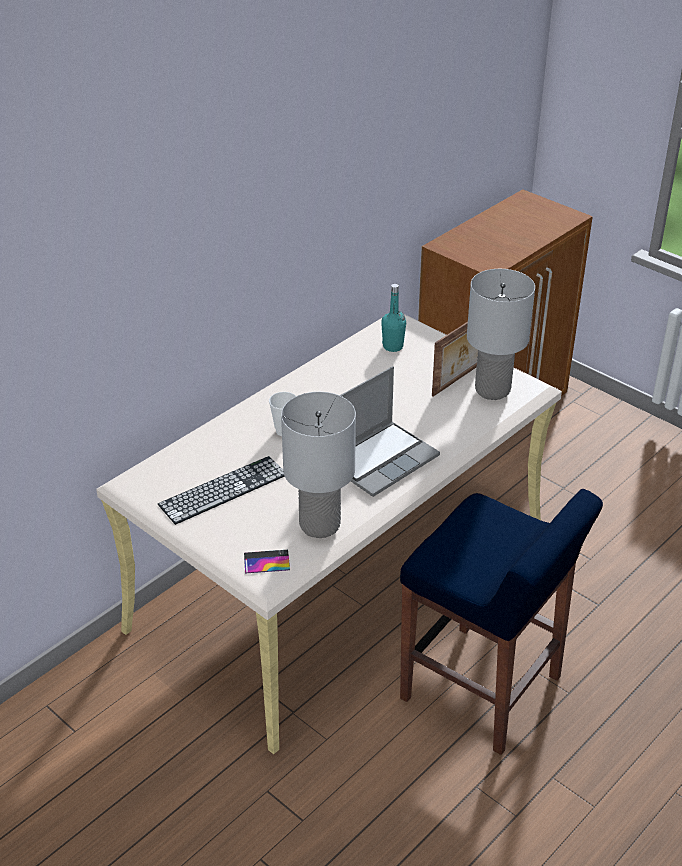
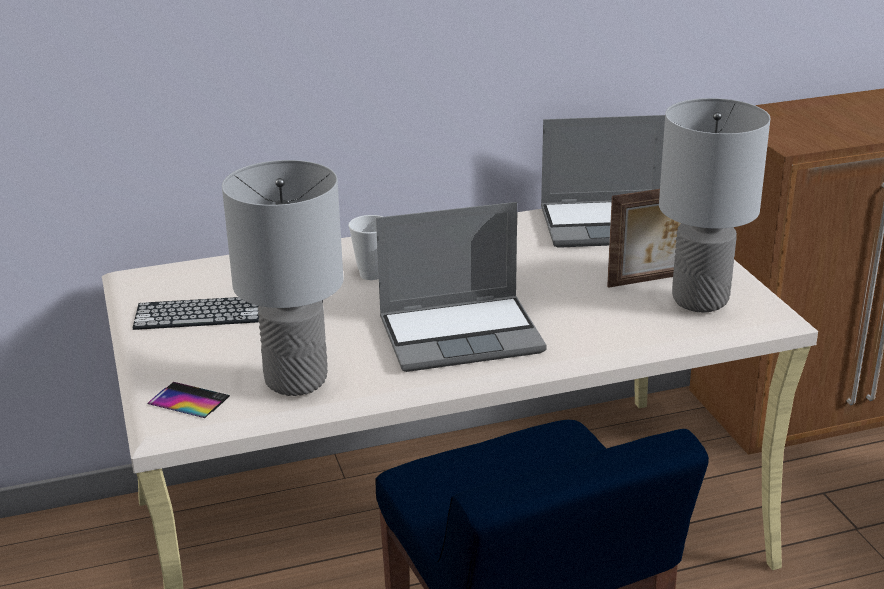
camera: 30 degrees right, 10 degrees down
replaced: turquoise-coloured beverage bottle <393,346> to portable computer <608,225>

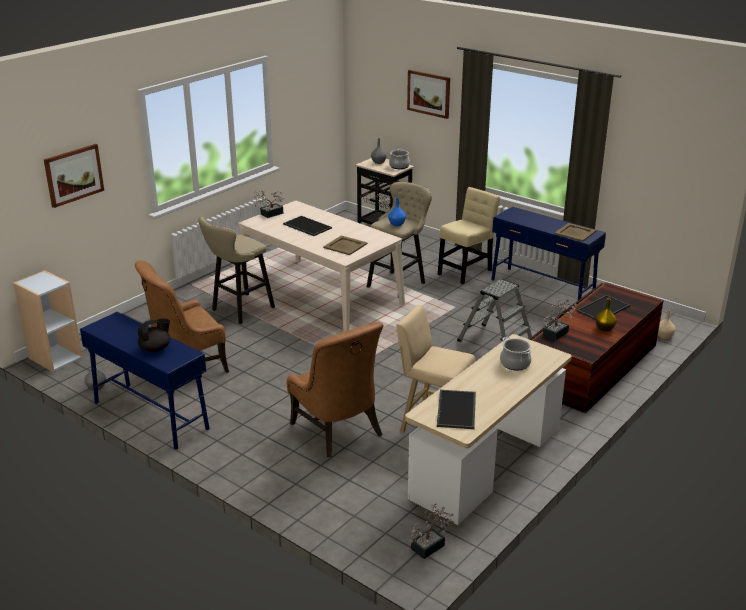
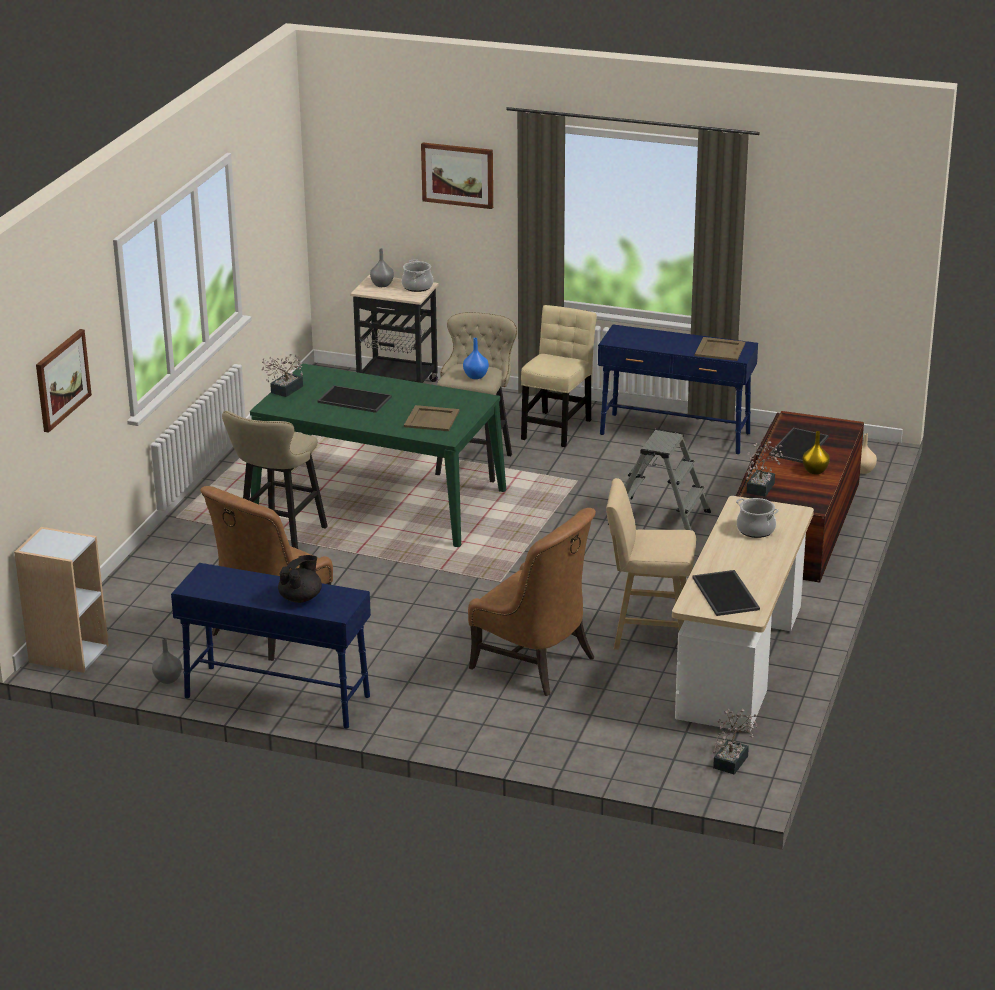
camera: 20 degrees left, 0 degrees up
recoloured: sand-coloured dinner table <320,296> to green-coloured dinner table <379,499>

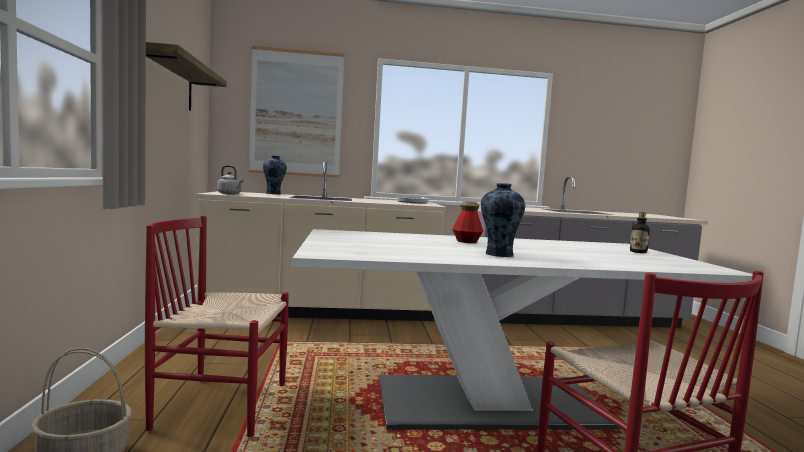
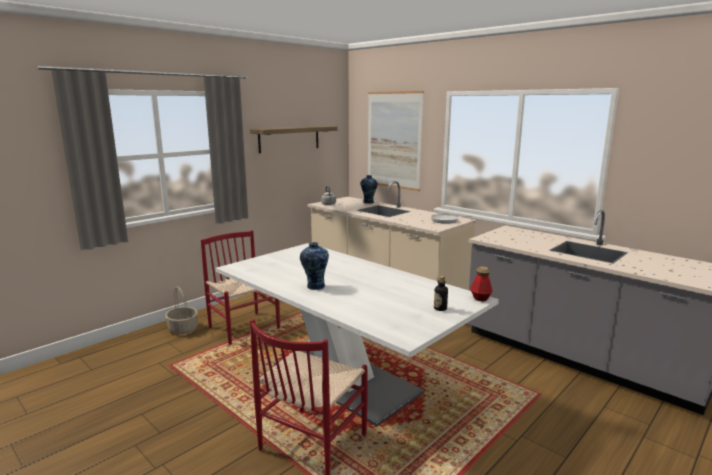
camera: 50 degrees right, 10 degrees up
moved: beverage bottle <466,241> to <480,298>

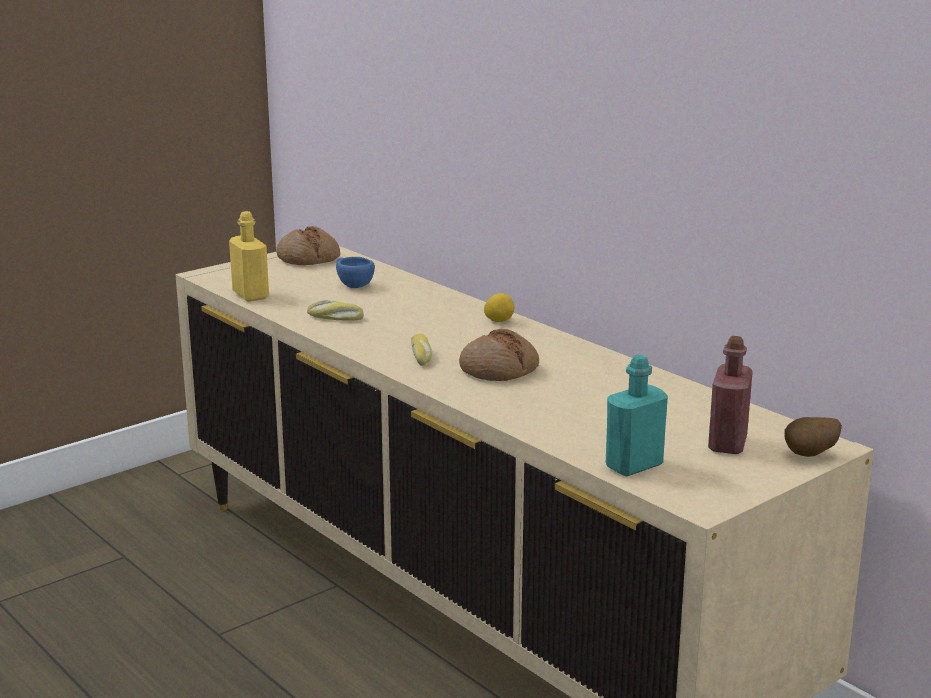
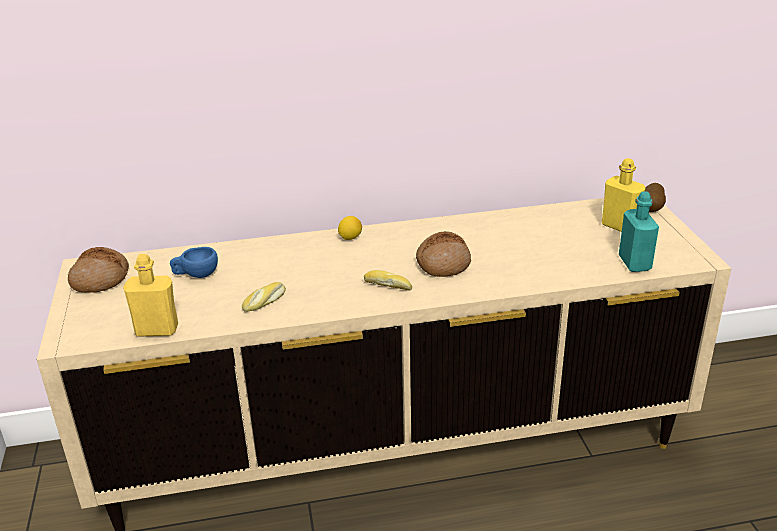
camera: 60 degrees left, 10 degrees up
recoloured: red-coloured beverage bottle <727,443> to yellow beverage bottle <619,226>

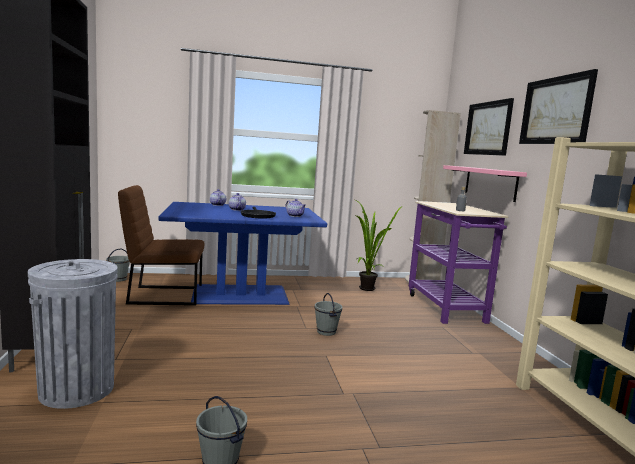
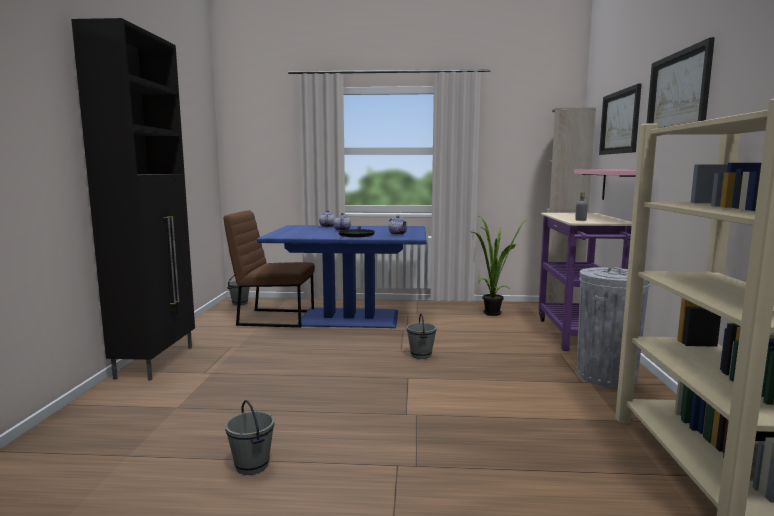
camera: 15 degrees right, 0 degrees up
moved: grey trash can <77,389> to <606,375>

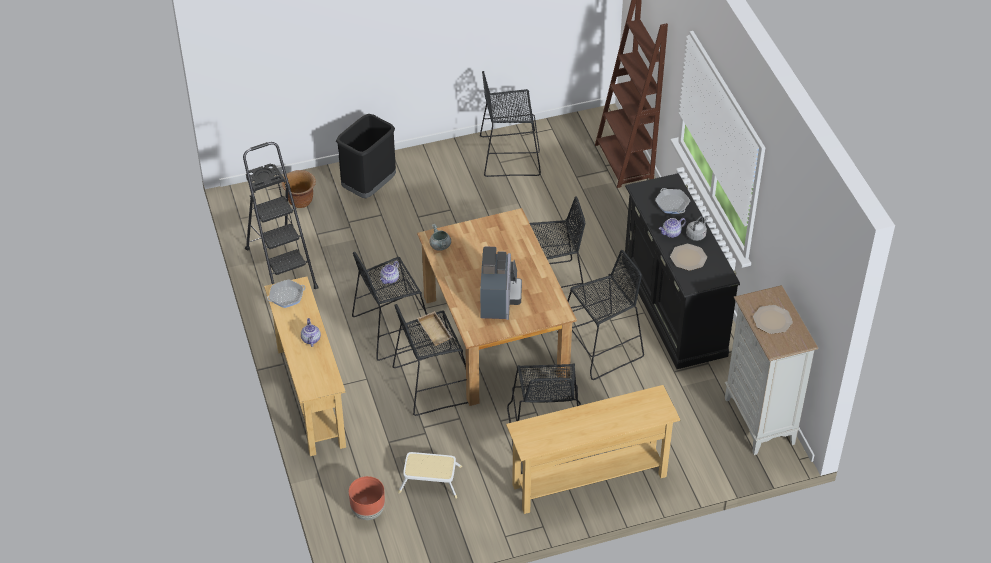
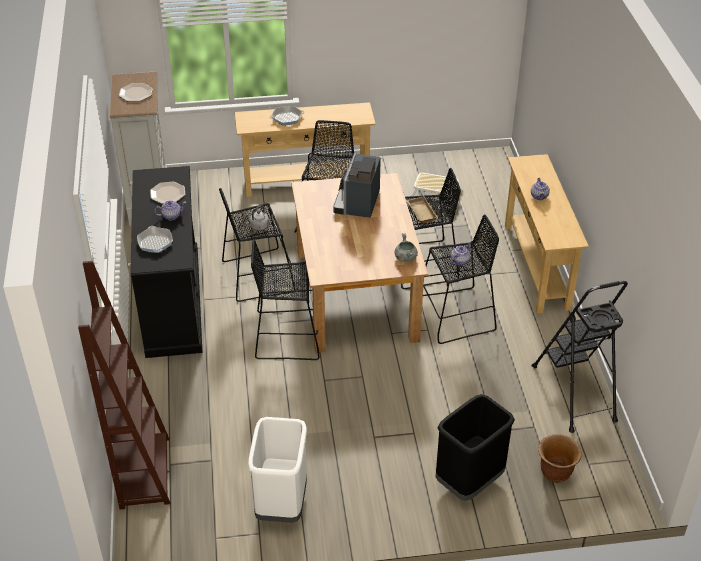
camera: 170 degrees left, 5 degrees down
removed: brown planter <368,512>
moved: grey water kettle <696,234> to <258,227>; pan <286,296> to <287,118>
replaced: black-coloured stool <510,155> to whitish trash can <282,504>

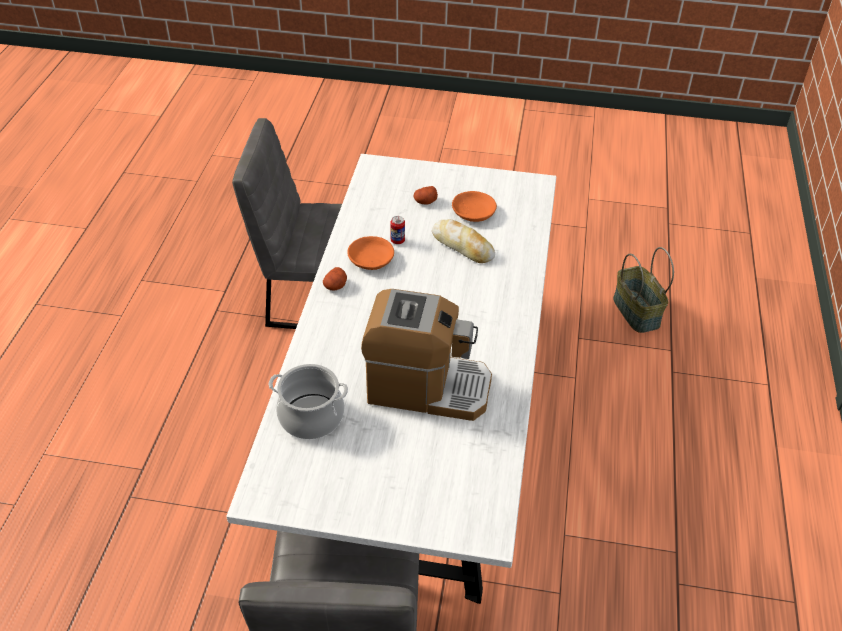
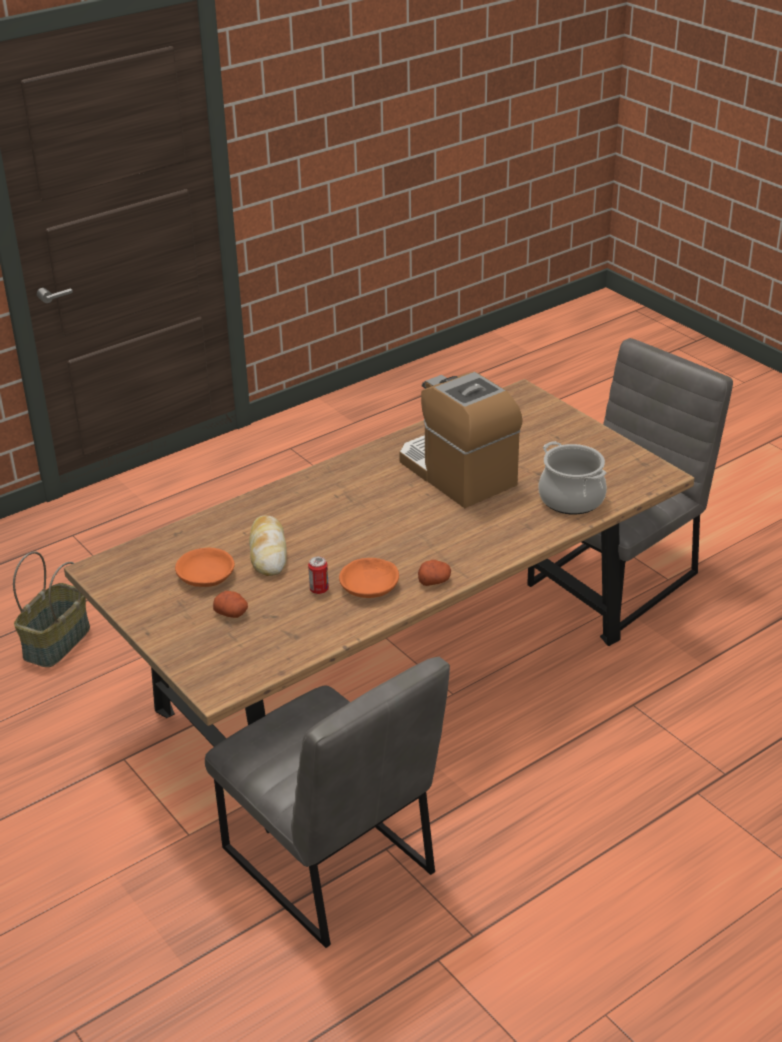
camera: 135 degrees left, 10 degrees down
recoloured: whitish dinner table <417,426> to brown dinner table <394,674>

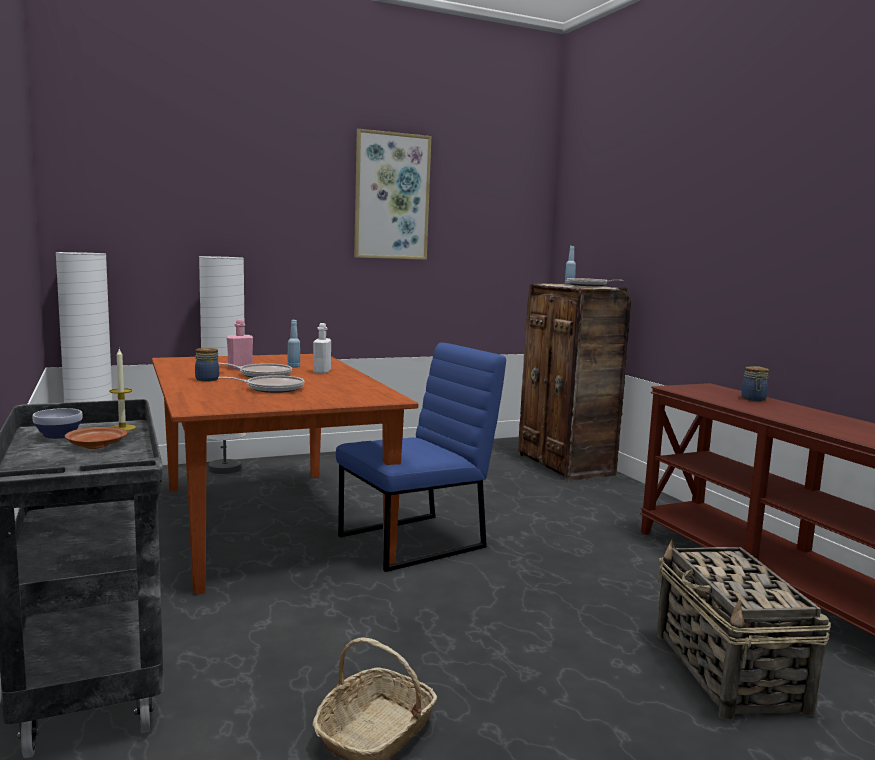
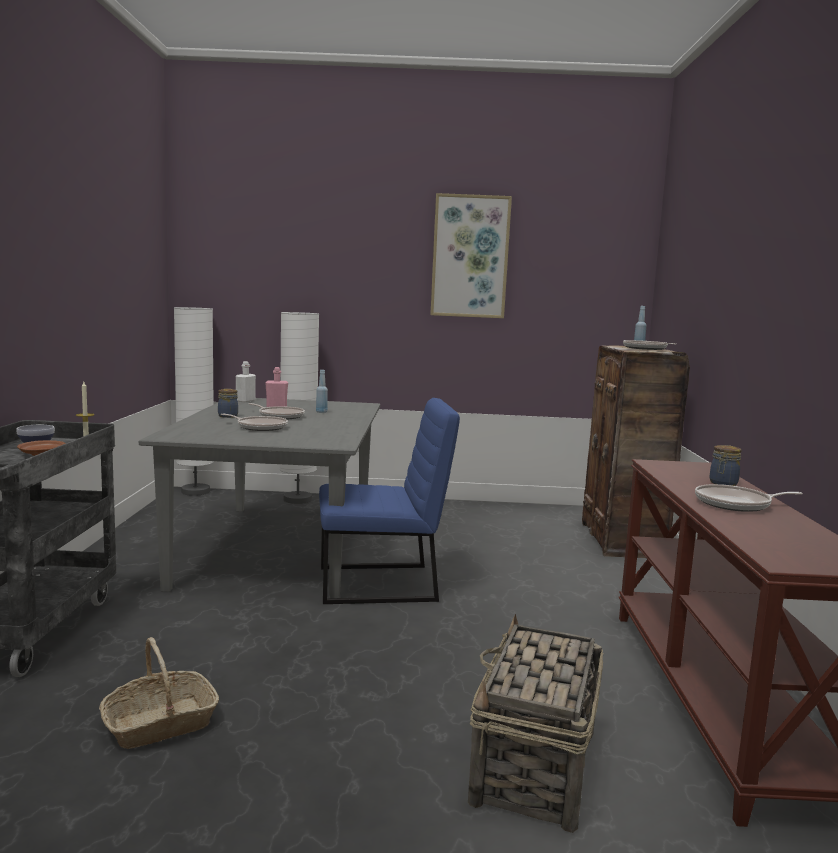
camera: 25 degrees right, 0 degrees up
added: pan <736,504>
moved: whitish beverage bottle <322,371> to <245,401>
recoloured: brown dinner table <267,522> to grey dinner table <278,547>

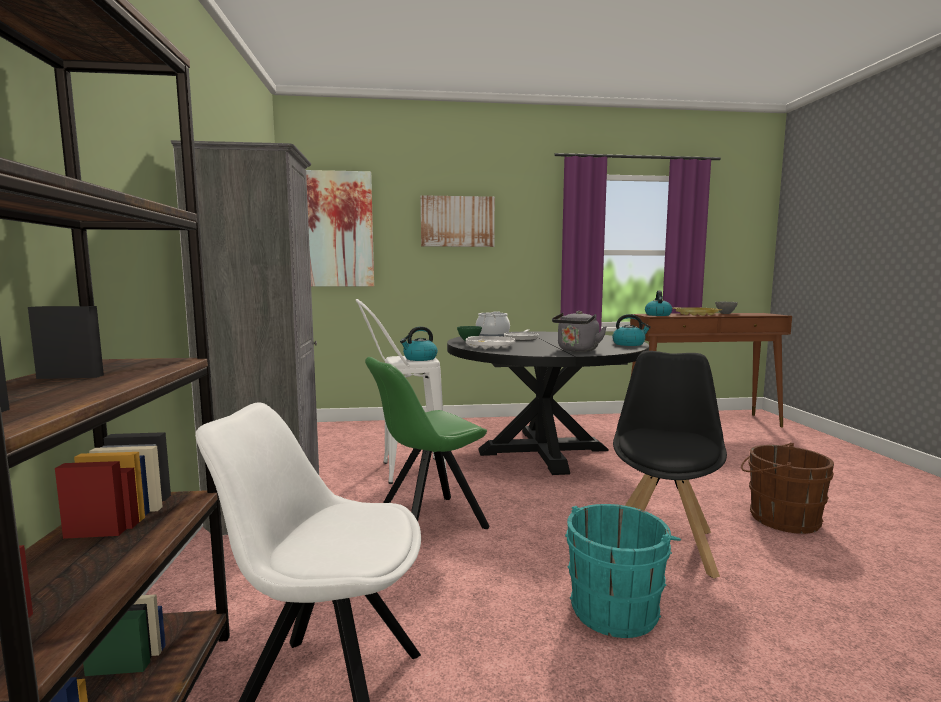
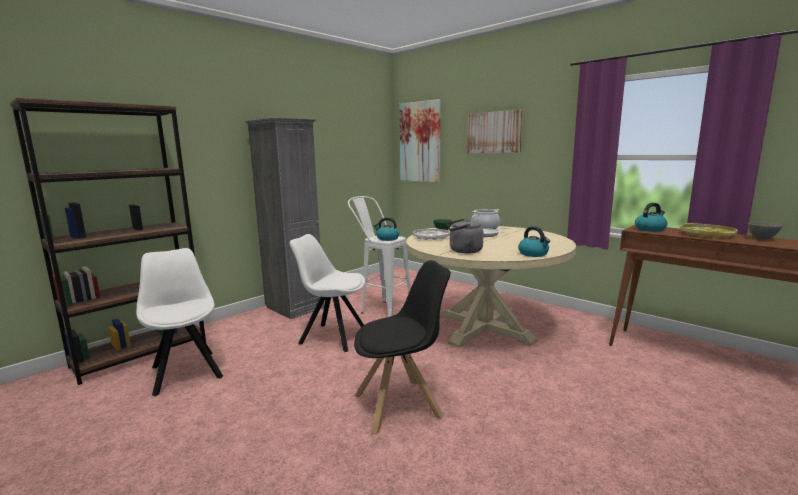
camera: 50 degrees right, 5 degrees up
removed: turquoise-coloured bucket <616,607>; brown bucket <779,518>
recoloured: green-coloured plain chair <429,522> to whitish plain chair <333,337>; black-coloured dinner table <543,450> to sand-coloured dinner table <484,327>

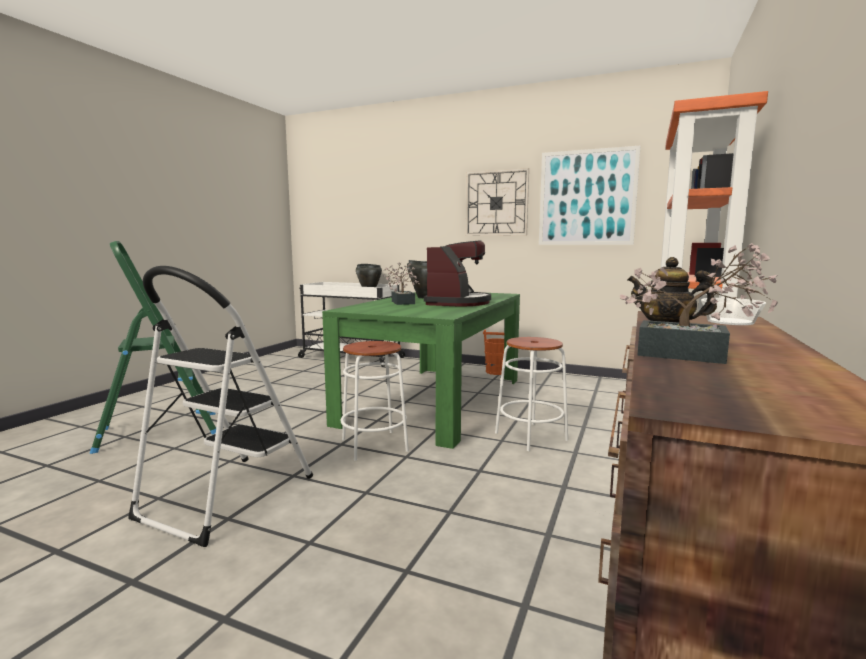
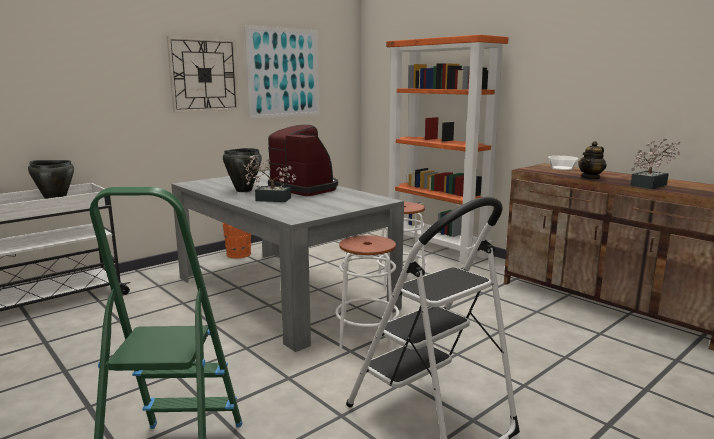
camera: 65 degrees left, 5 degrees up
recoloured: green-coloured dinner table <435,400> to grey dinner table <282,292>

